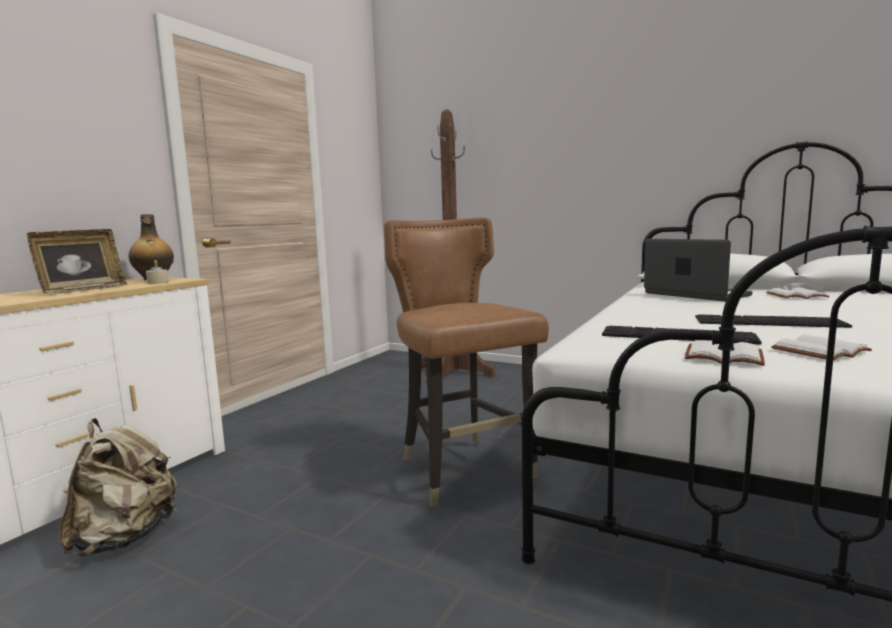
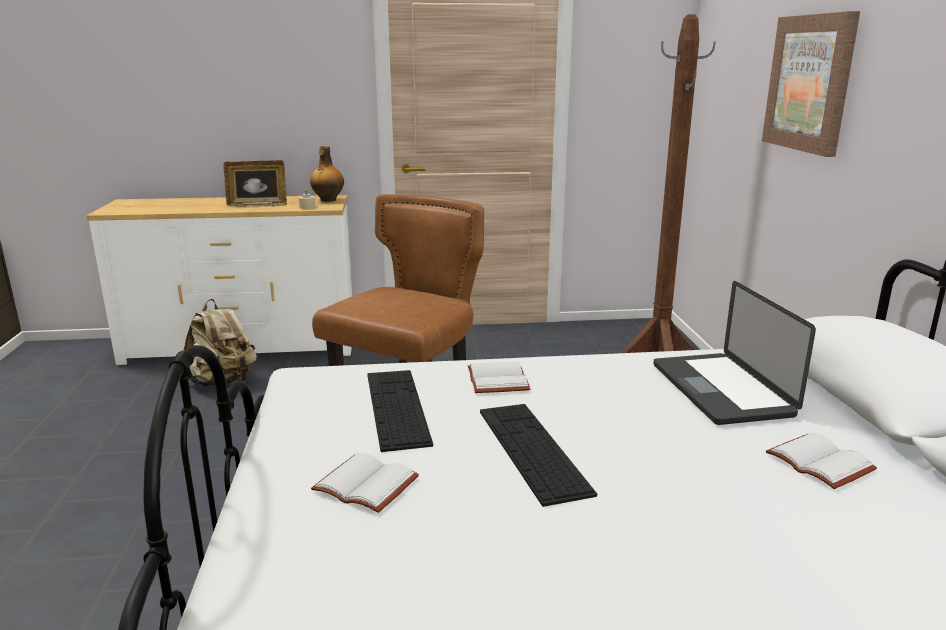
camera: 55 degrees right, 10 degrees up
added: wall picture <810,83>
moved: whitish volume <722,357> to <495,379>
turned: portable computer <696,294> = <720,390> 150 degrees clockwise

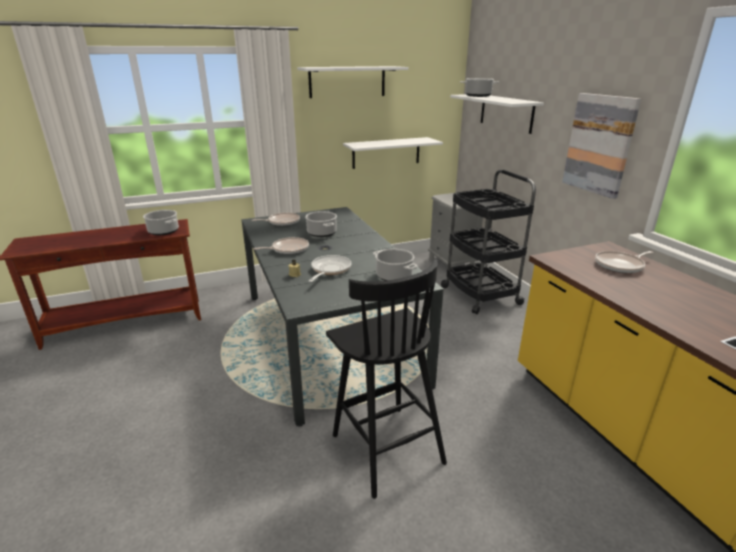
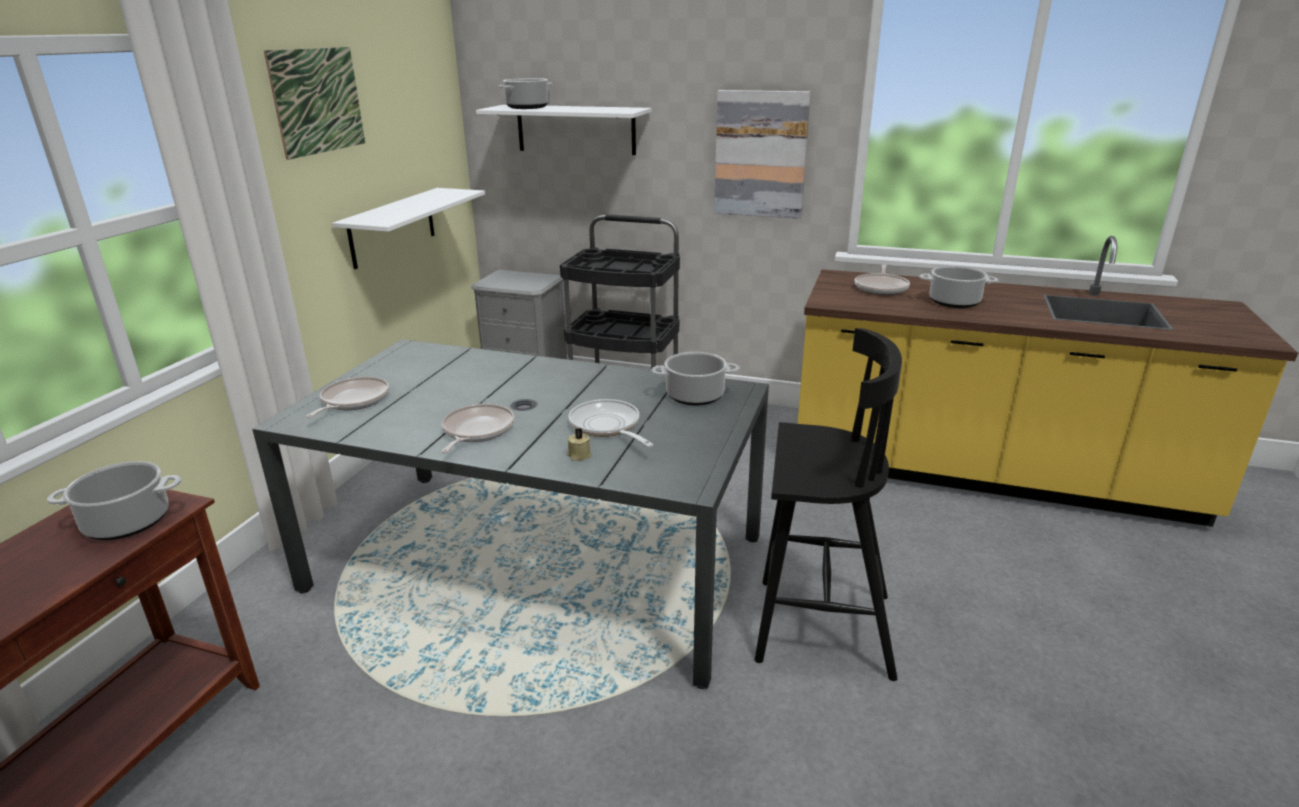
camera: 50 degrees left, 0 degrees up
moved: cooking pot <321,233> to <953,302>
replaced: whitish bracket shelf <347,82> to wall picture <318,101>

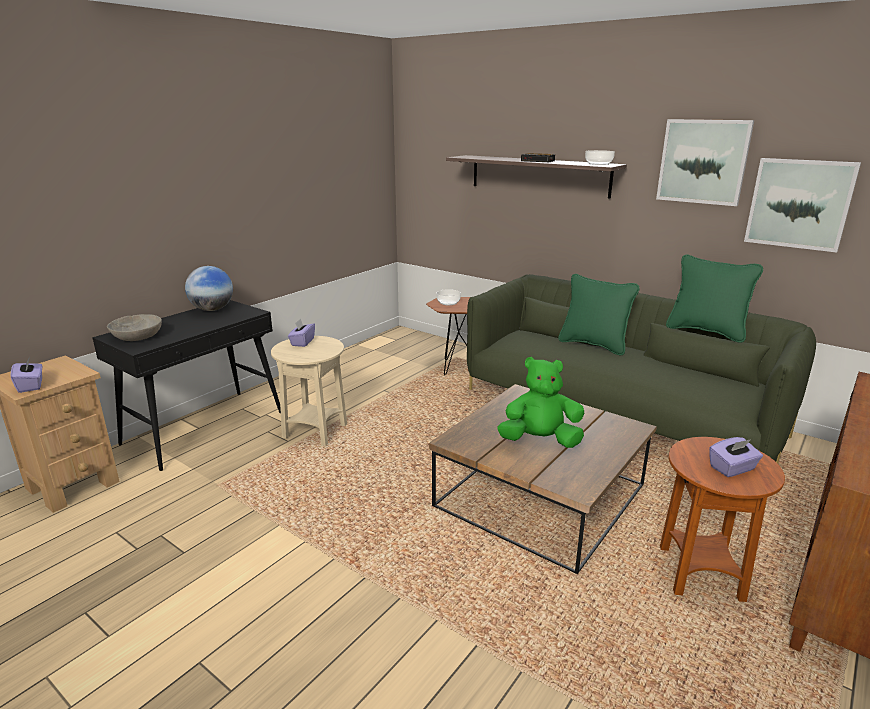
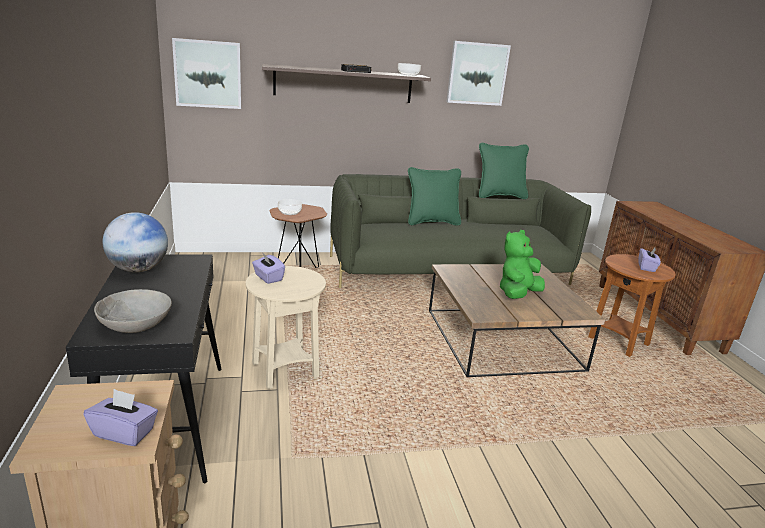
camera: 50 degrees left, 0 degrees up
moved: wall picture <799,204> to <208,74>

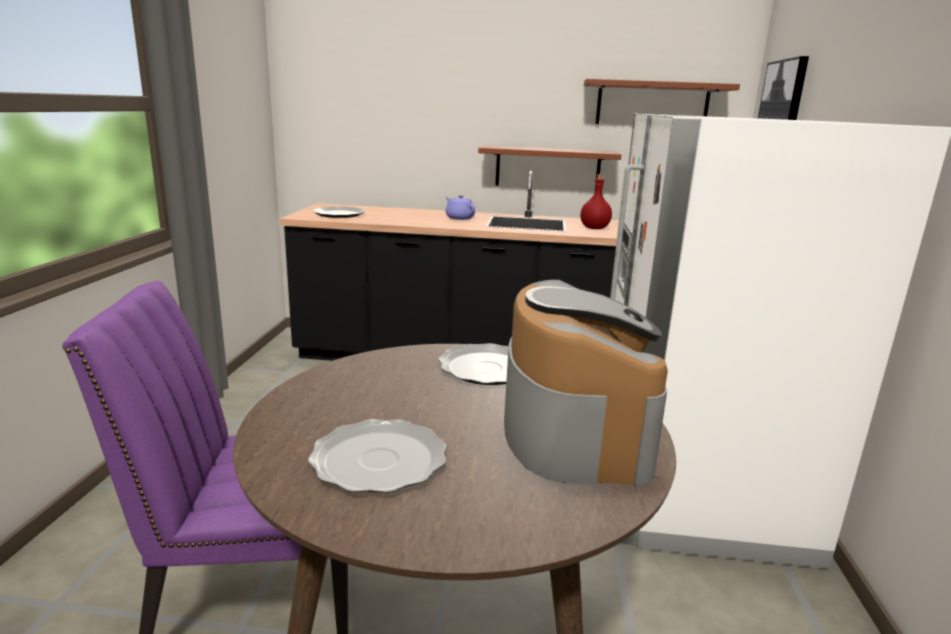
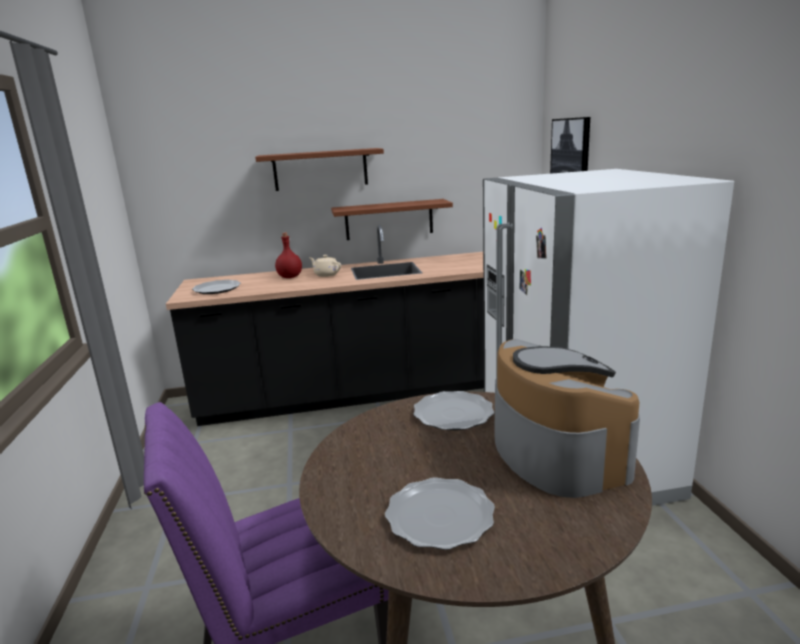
camera: 15 degrees left, 0 degrees up
moved: brown bracket shelf <652,104> to <320,169>; red-coloured beverage bottle <594,228> to <289,277>
recoloured: purple tea pot <459,218> to sand-coloured tea pot <326,274>

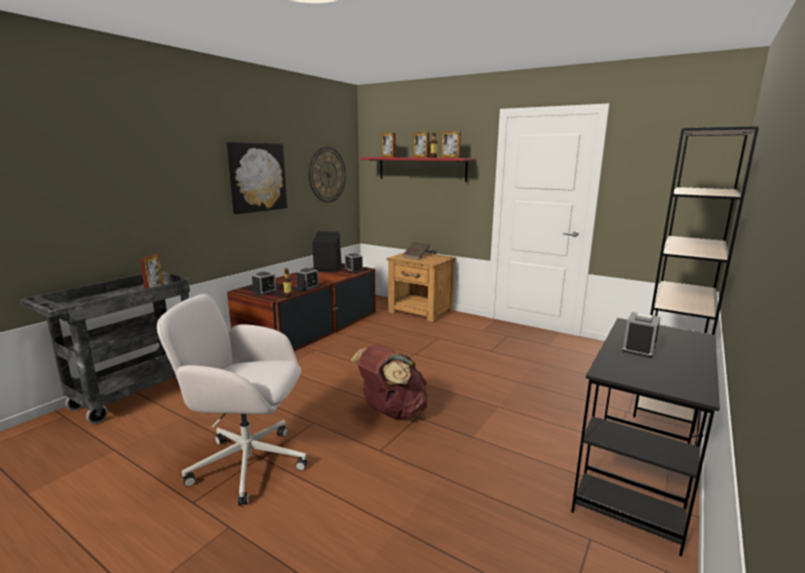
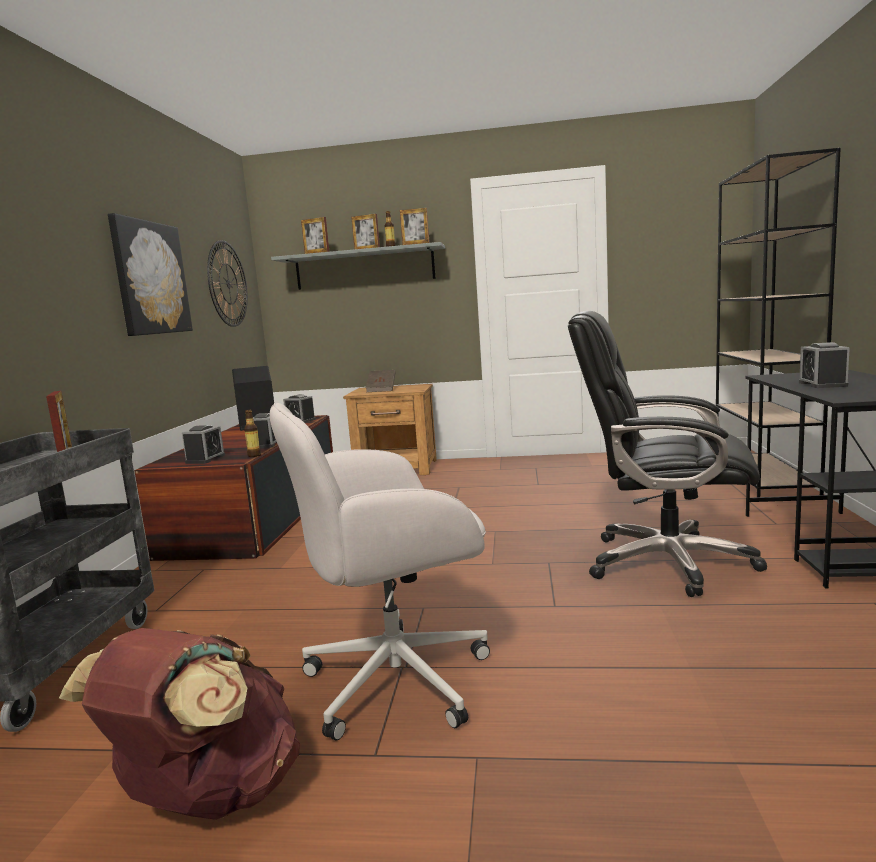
camera: 25 degrees left, 5 degrees down
added: black-coloured computer chair <665,562>
moved: brown knapsack <391,412> to <207,796>
recoloured: red-coloured bracket shelf <421,169> to grey bracket shelf <364,268>

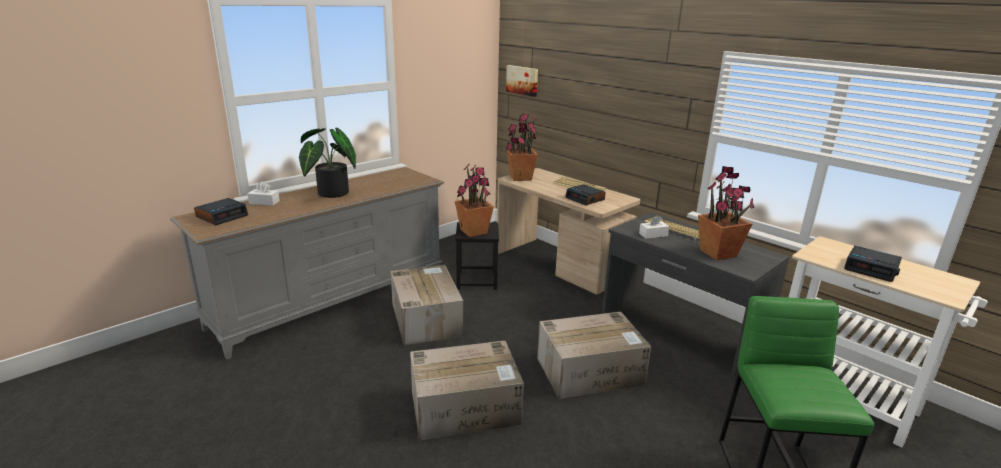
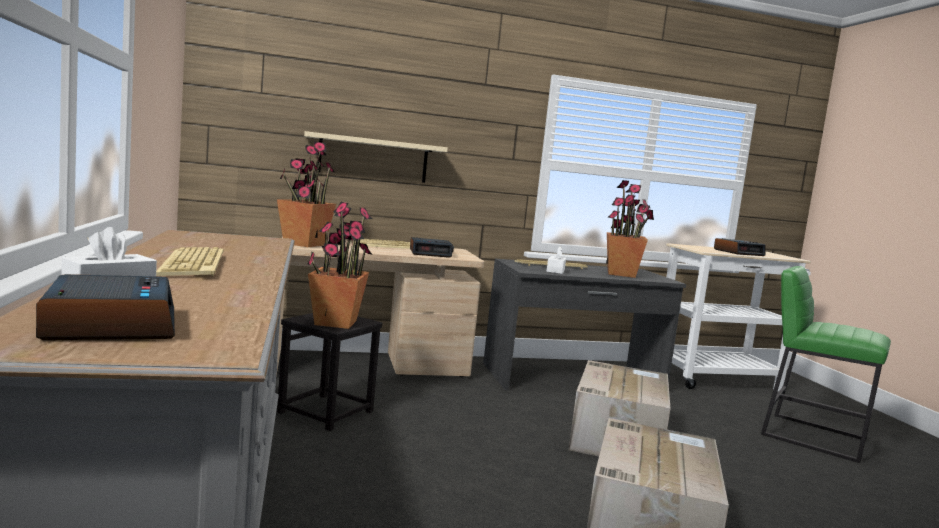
camera: 60 degrees left, 15 degrees down
removed: packing box <425,318>; wall picture <522,80>
added: sand-coloured bracket shelf <373,158>
replaced: houseplant <329,194> to PC keyboard <194,265>

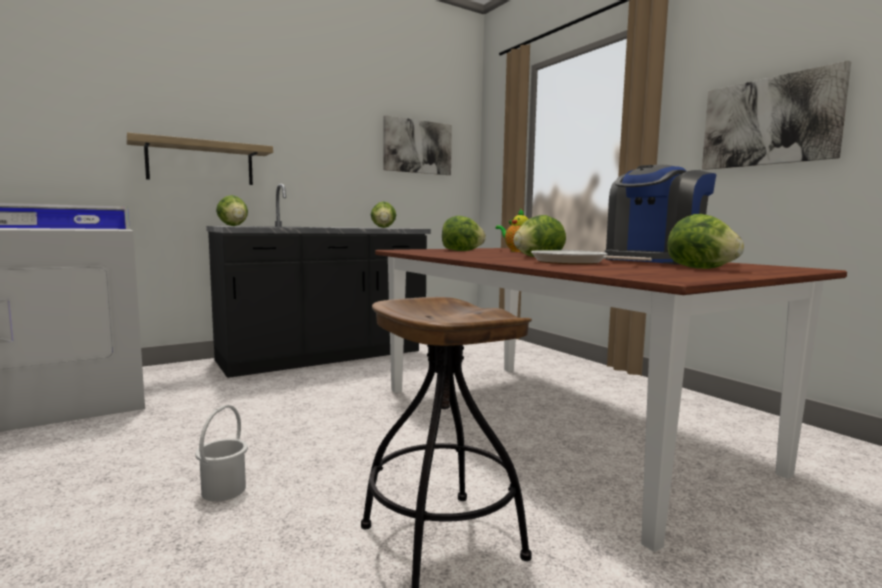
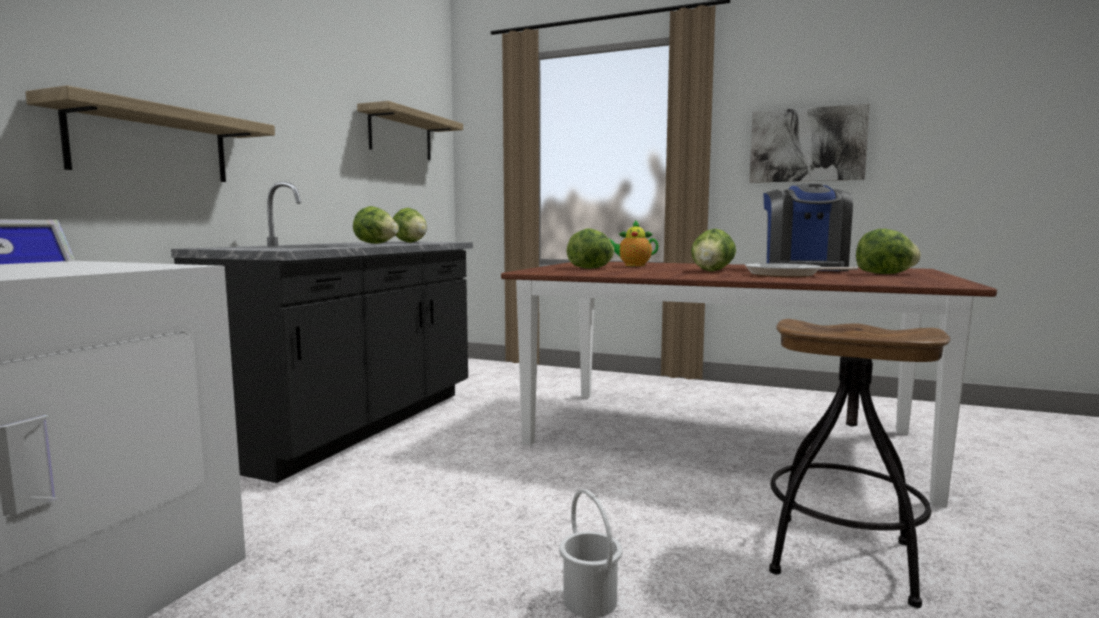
camera: 35 degrees left, 0 degrees up
moved: lettuce <233,226> to <376,243>
replaced: wall picture <417,147> to bracket shelf <400,135>

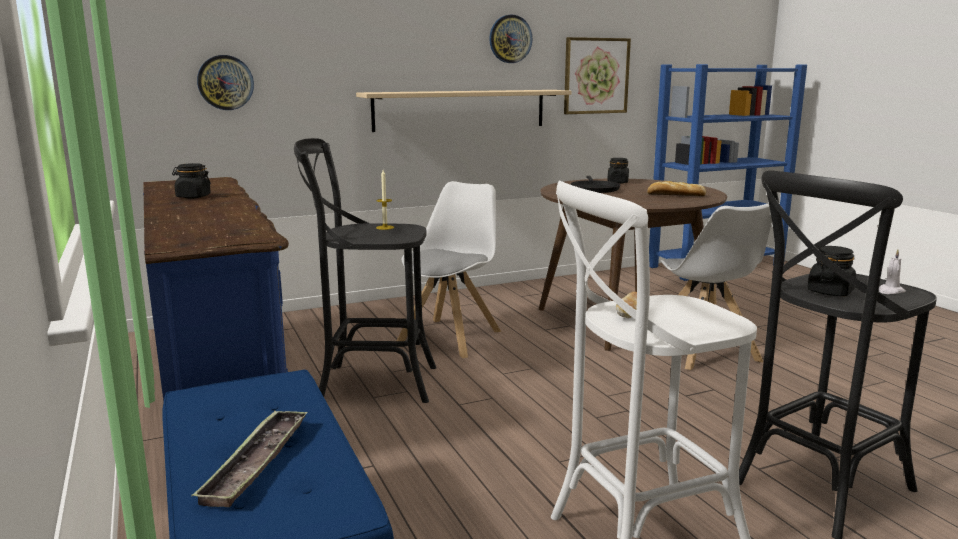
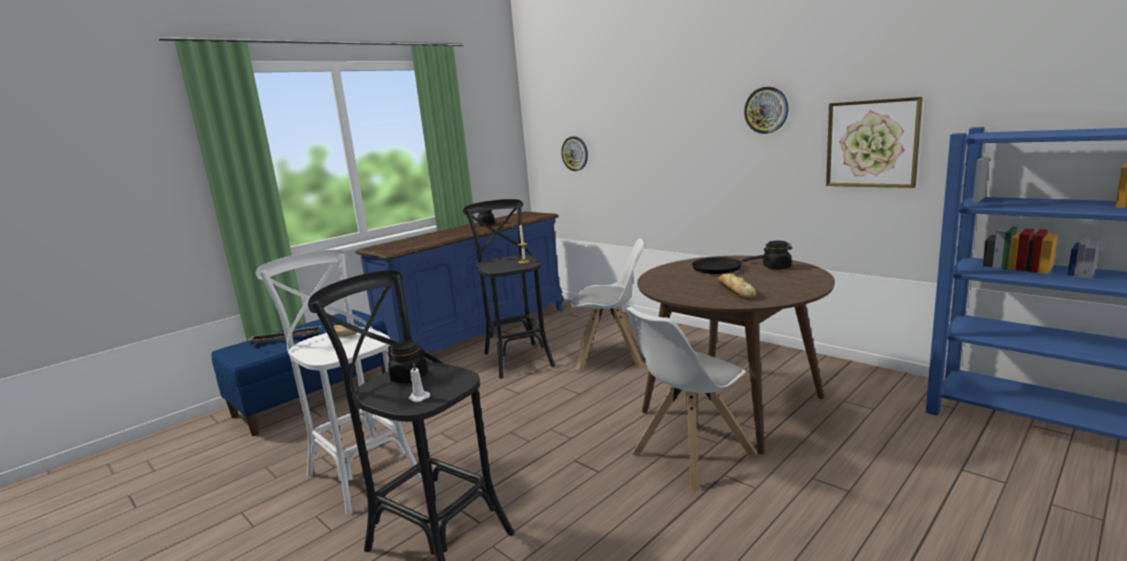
camera: 70 degrees right, 0 degrees up
removed: sand-coloured bracket shelf <460,110>

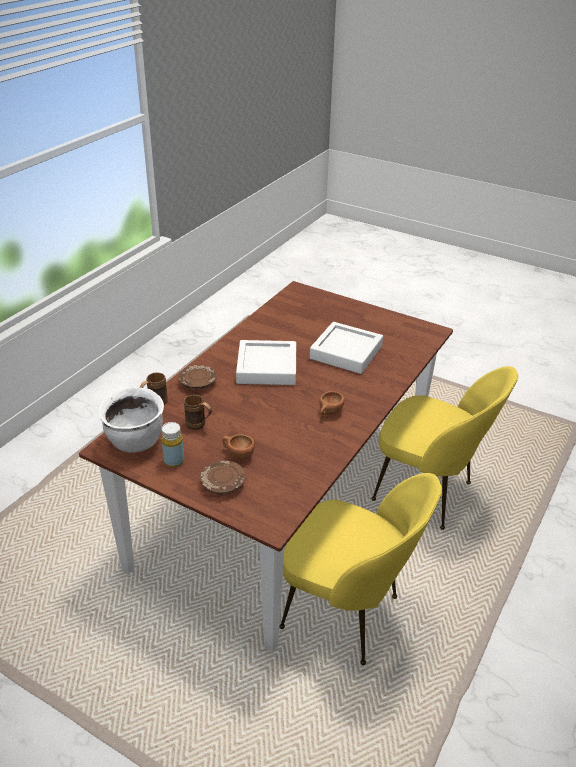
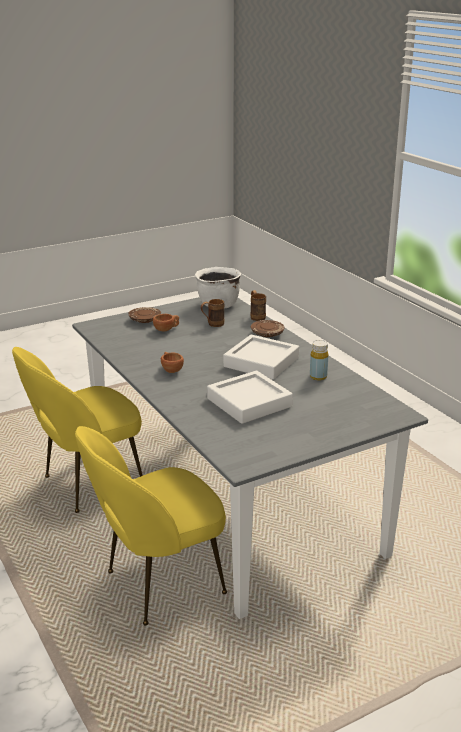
camera: 120 degrees right, 10 degrees down
moved: yellow beverage bottle <174,461> to <318,377>
recoloured: brown dinner table <286,501> to grey dinner table <229,496>

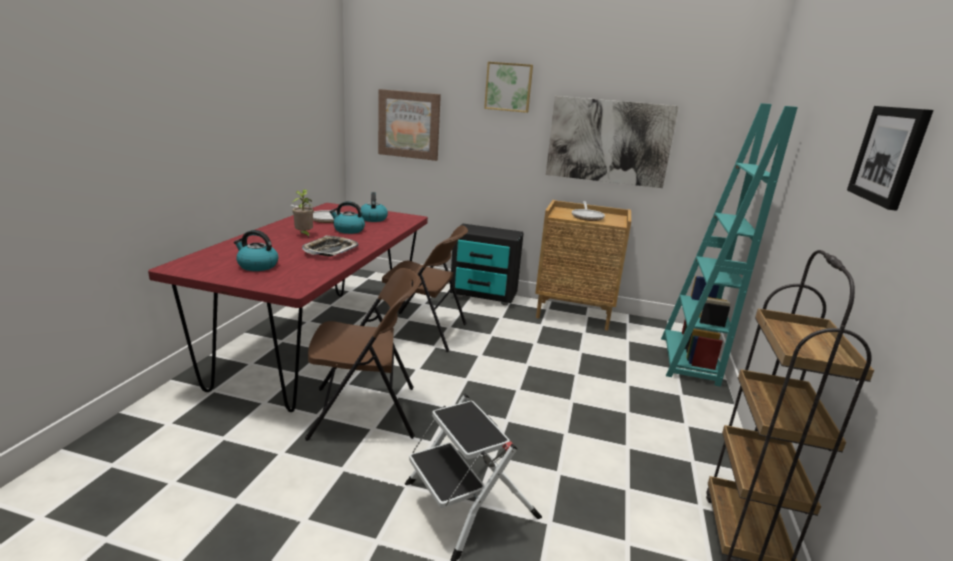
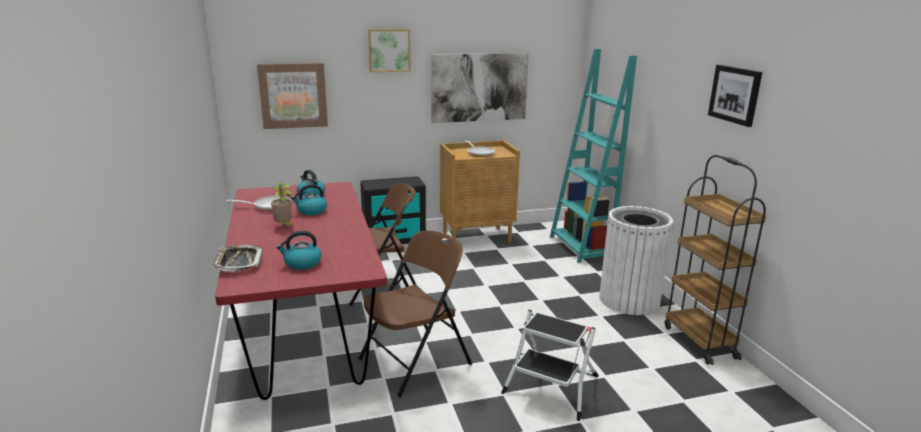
camera: 30 degrees left, 0 degrees up
added: whitish trash can <629,300>
moved: tray <330,250> to <239,262>

